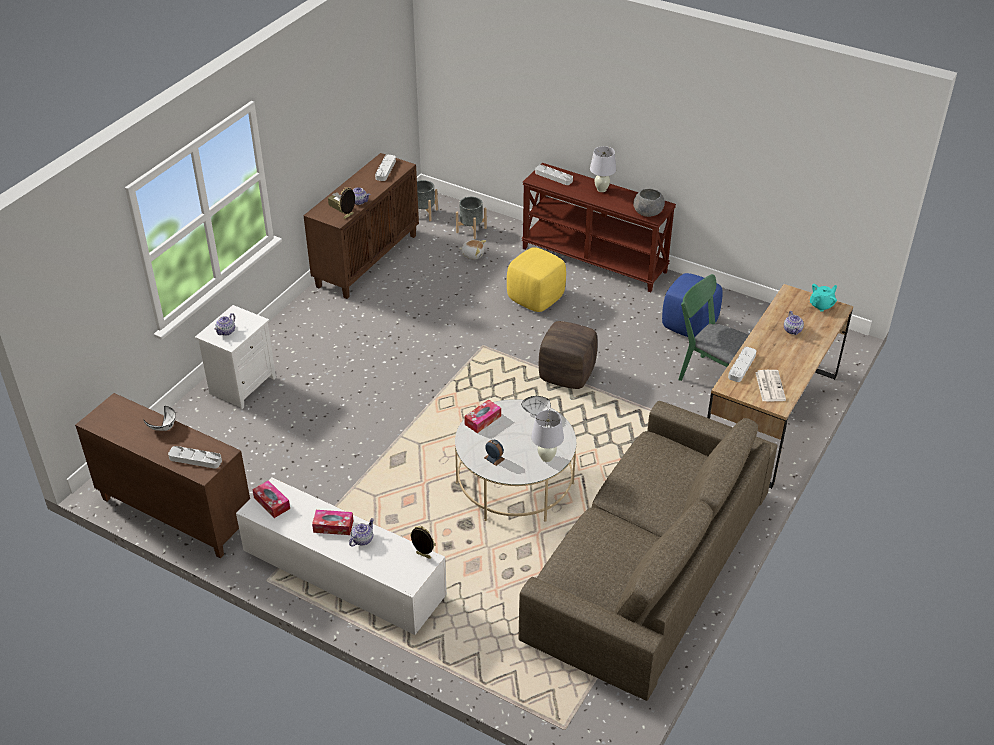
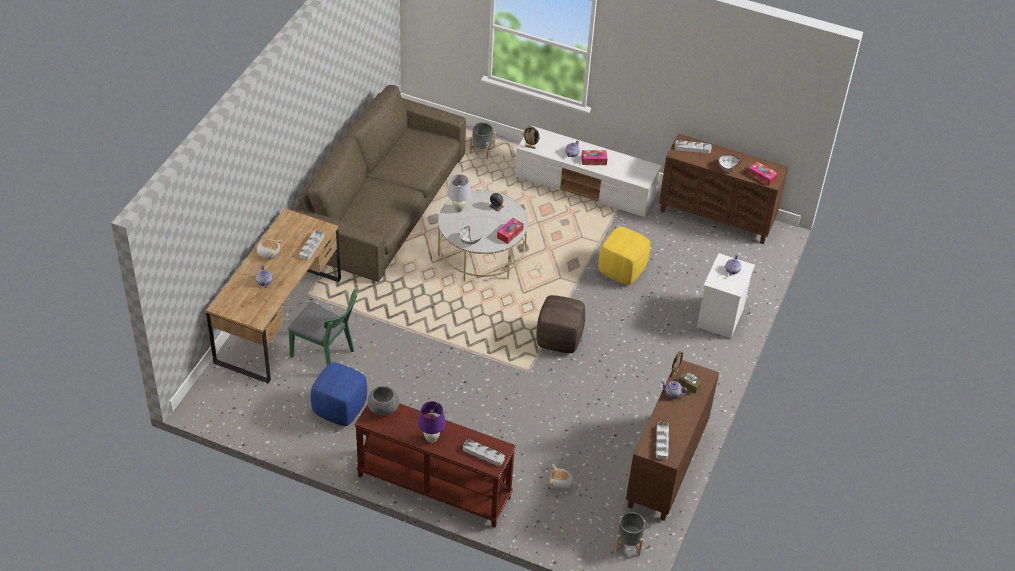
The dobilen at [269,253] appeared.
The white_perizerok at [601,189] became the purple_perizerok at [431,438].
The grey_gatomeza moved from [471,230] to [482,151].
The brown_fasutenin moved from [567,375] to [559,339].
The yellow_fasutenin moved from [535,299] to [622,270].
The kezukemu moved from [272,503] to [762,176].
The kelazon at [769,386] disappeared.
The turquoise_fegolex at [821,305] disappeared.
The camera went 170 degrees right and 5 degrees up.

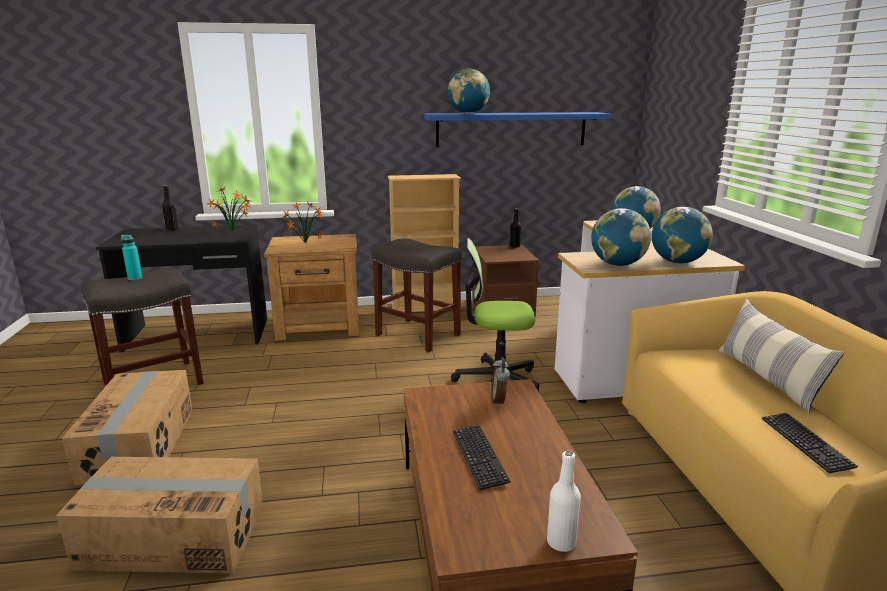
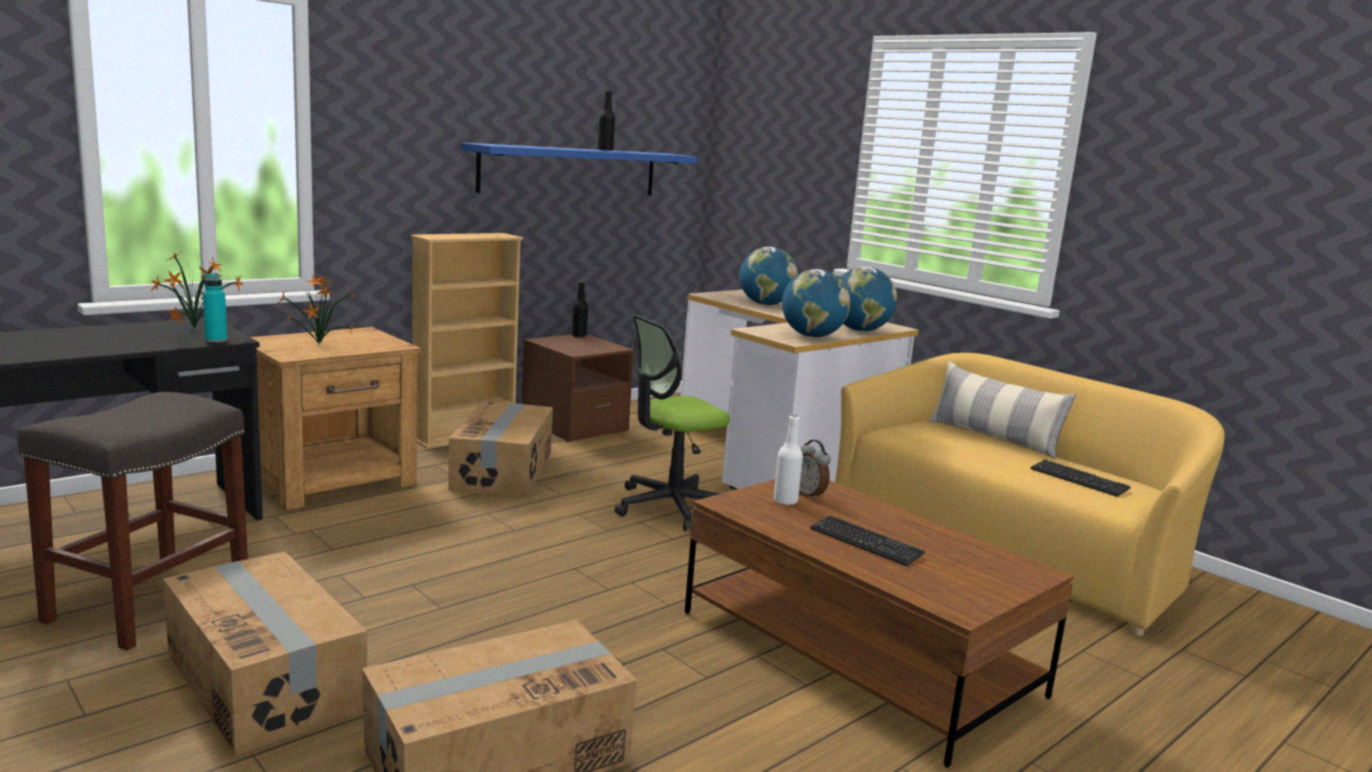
The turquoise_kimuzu moved from [135,278] to [216,340].
The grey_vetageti at [419,335] was replaced by the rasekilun at [503,471].
The black_kimuzu moved from [172,229] to [605,150].
The white_kimuzu moved from [561,542] to [785,501].
The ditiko at [468,113] disappeared.
The camera went 35 degrees left and 5 degrees down.

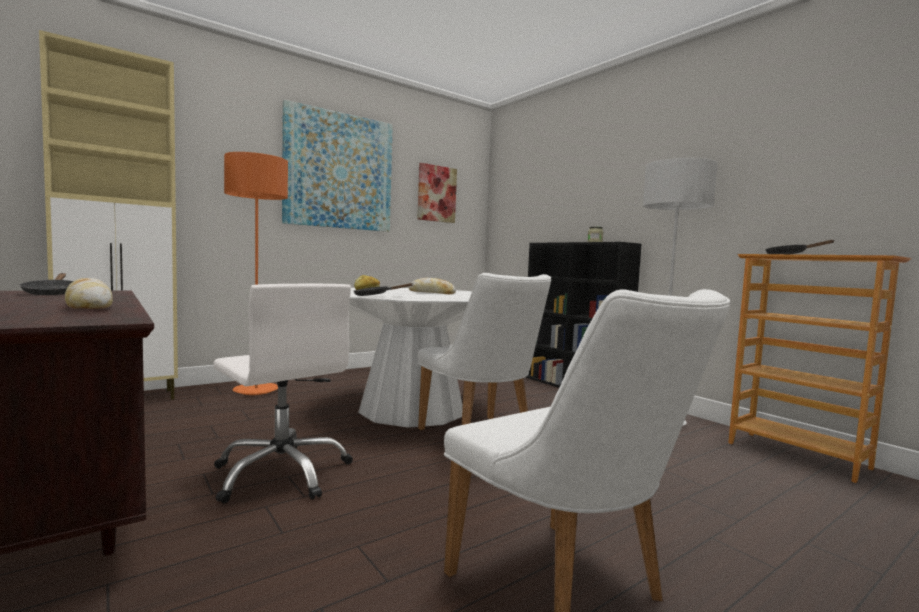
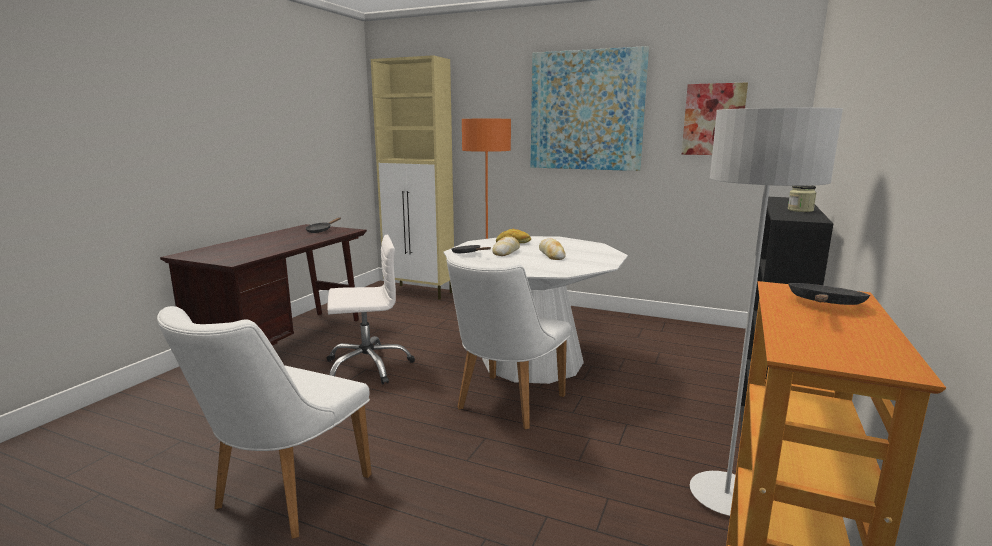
The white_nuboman at [282,473] turned 120 degrees counterclockwise.
The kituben moved from [89,306] to [506,252].
The camera went 60 degrees right and 10 degrees up.

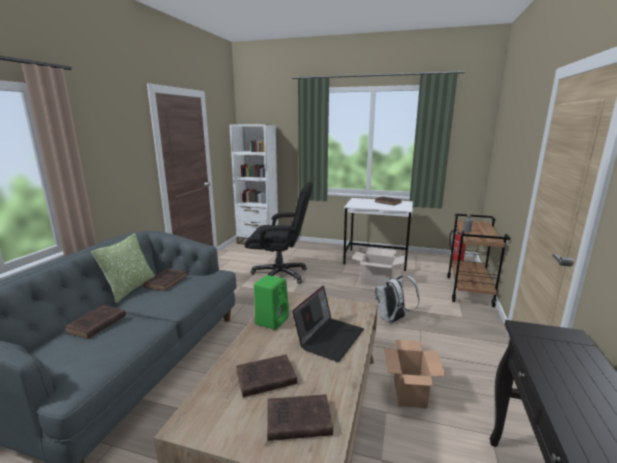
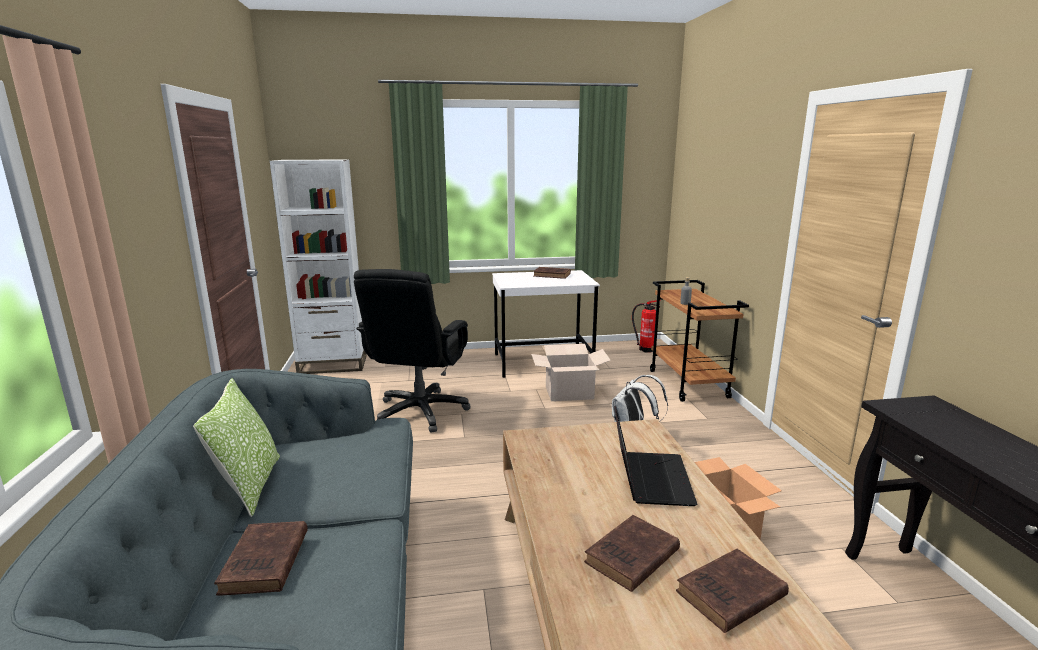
The black_nuboman at [280,275] turned 120 degrees clockwise.
The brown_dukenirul at [167,281] disappeared.
The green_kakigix at [272,320] disappeared.
The camera went 25 degrees left and 0 degrees up.

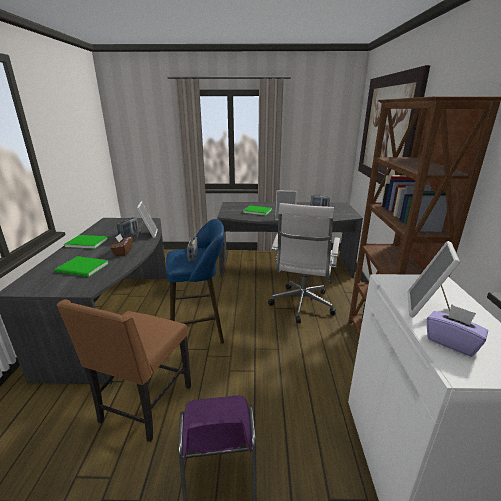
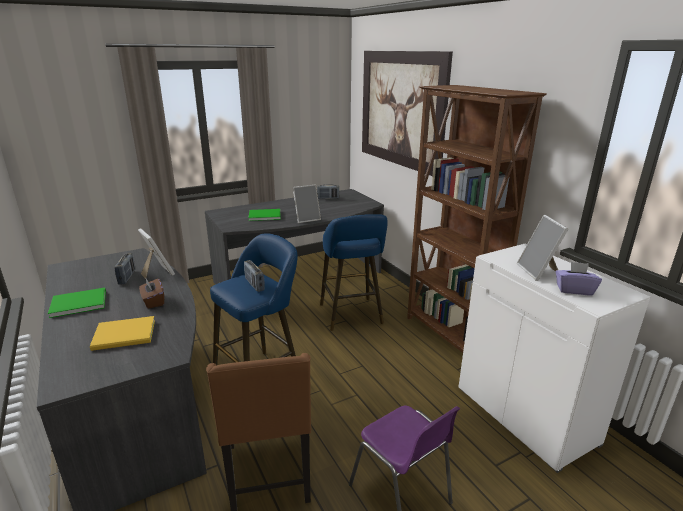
The green_dukenirul at [83,268] became the yellow_dukenirul at [126,335].
The white_nuboman at [301,306] was replaced by the blue_vetageti at [352,316].
The camera went 30 degrees left and 0 degrees up.

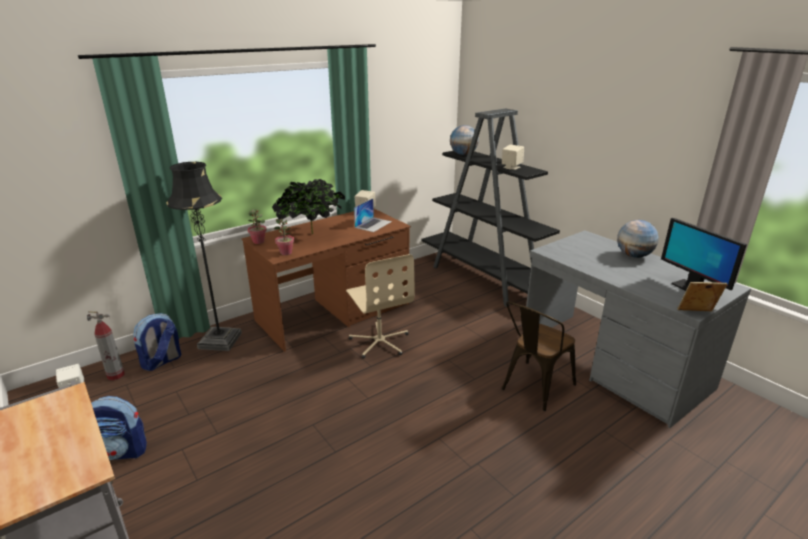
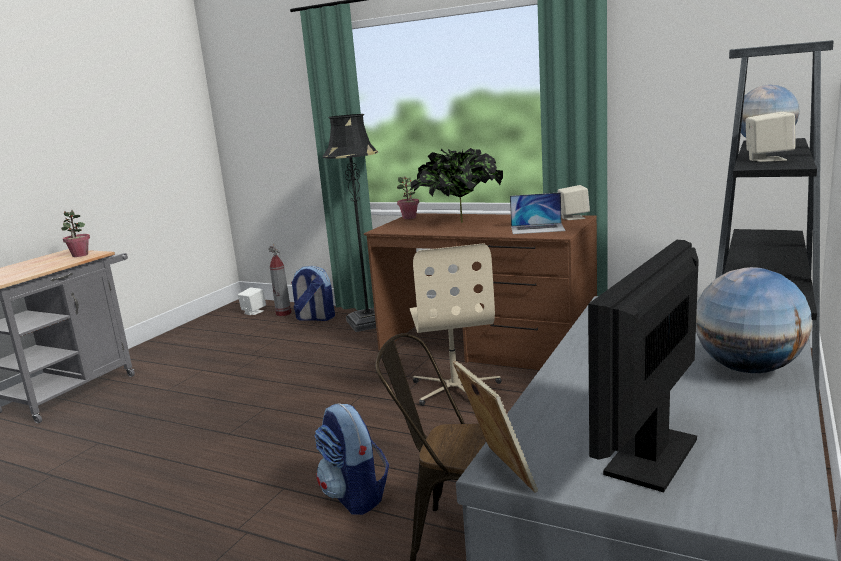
The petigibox moved from [286,253] to [80,255].
The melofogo moved from [122,451] to [355,496].
The beige_nuboman at [380,341] turned 45 degrees counterclockwise.
The camera went 65 degrees right and 10 degrees down.

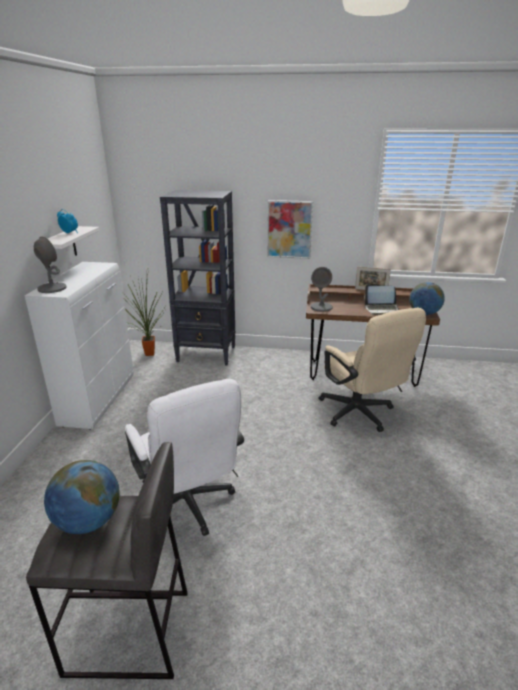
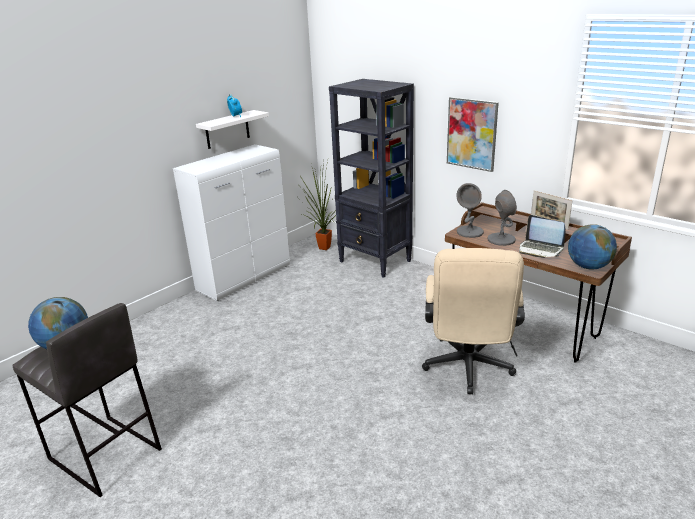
The grey_perizerok moved from [52,288] to [501,239].
The white_nuboman at [189,506] disappeared.
The camera went 35 degrees right and 0 degrees up.

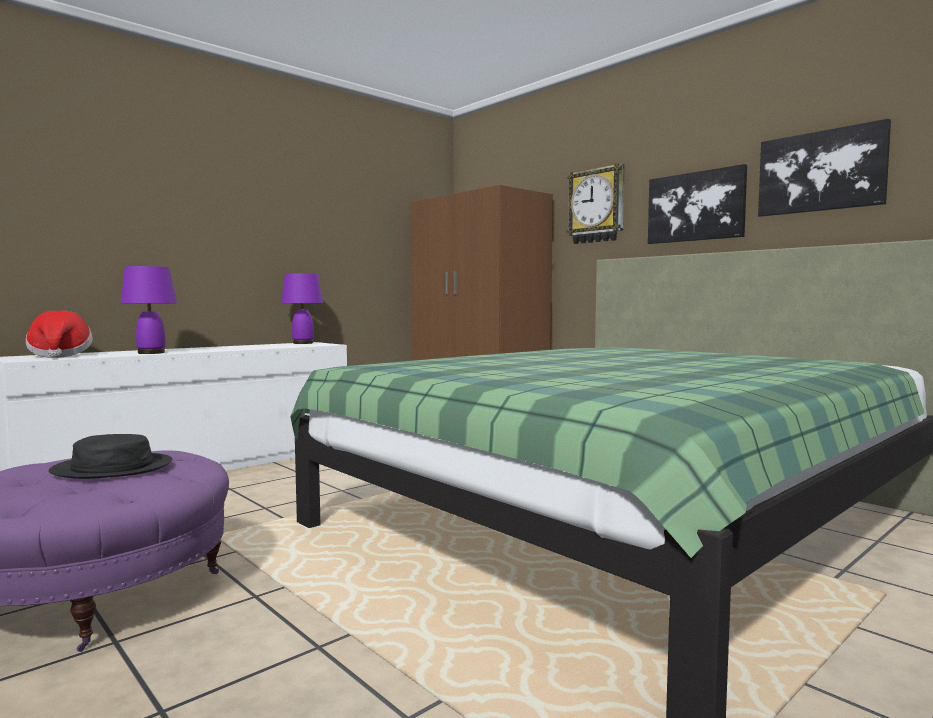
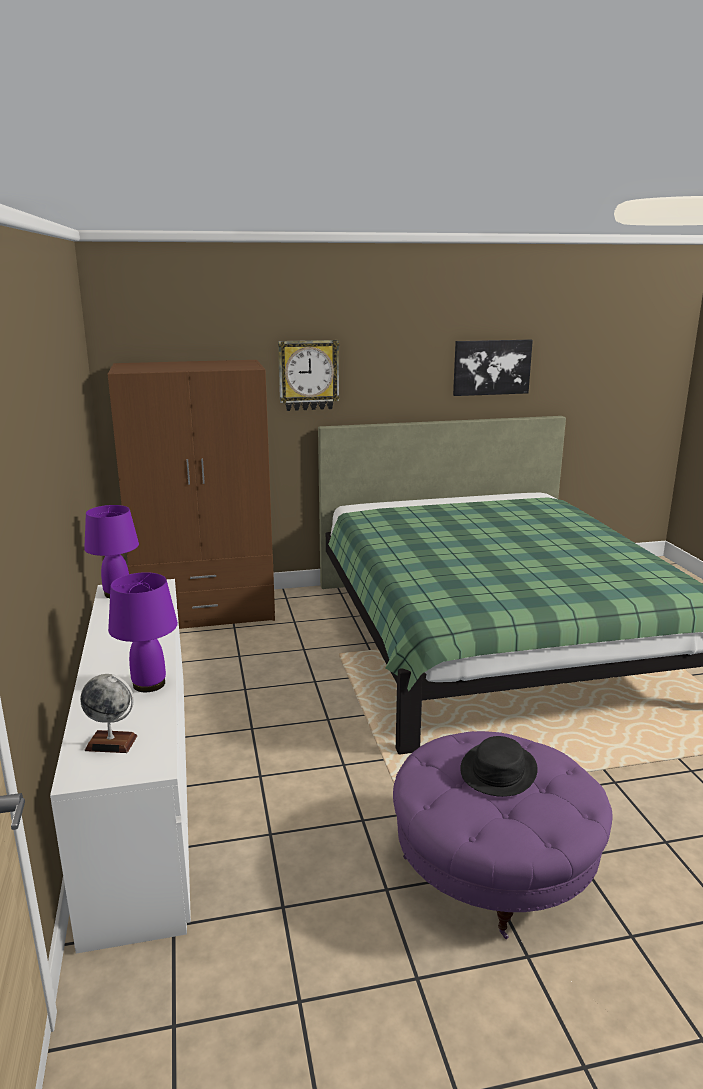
The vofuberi at [60,355] was replaced by the ditiko at [111,743].
The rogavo at [696,207] disappeared.
The camera went 60 degrees left and 15 degrees up.

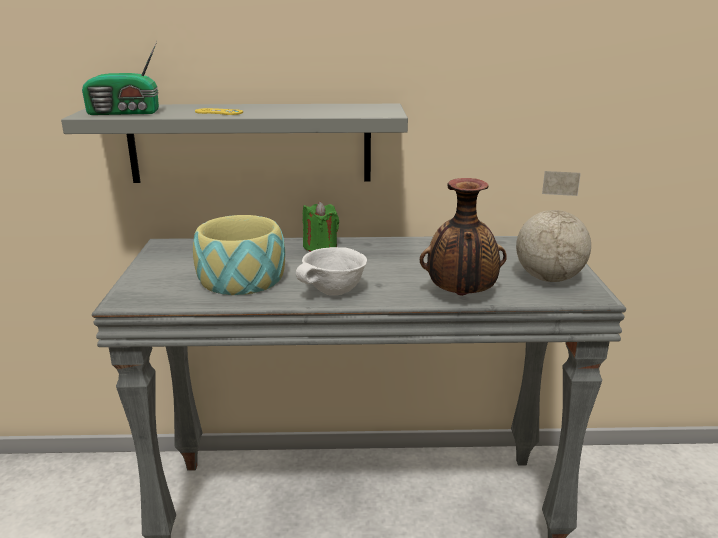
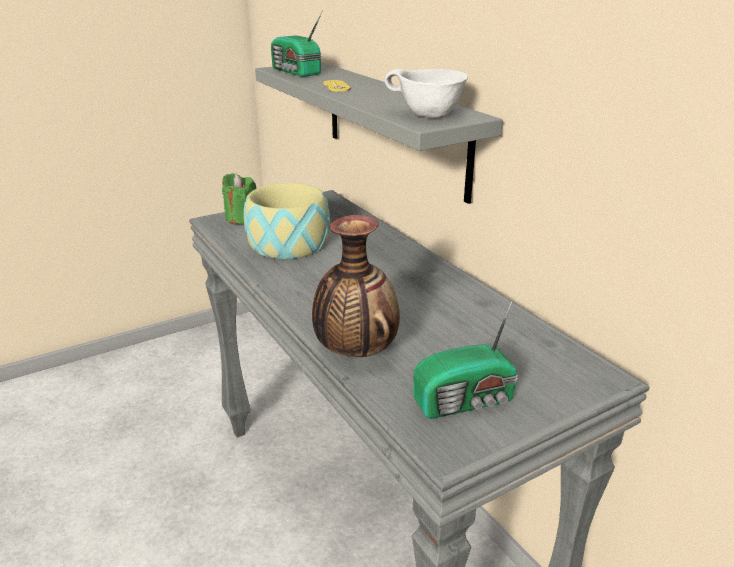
The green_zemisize moved from [320,247] to [241,218].
The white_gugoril moved from [333,292] to [428,115].
The ditiko at [548,278] was replaced by the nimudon at [467,401].
The camera went 60 degrees right and 5 degrees up.

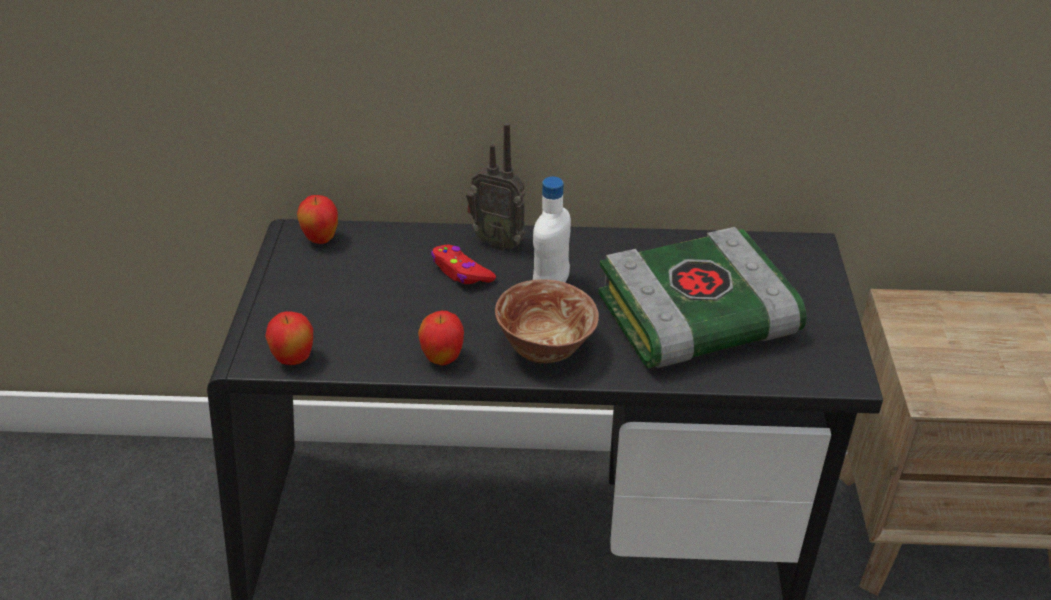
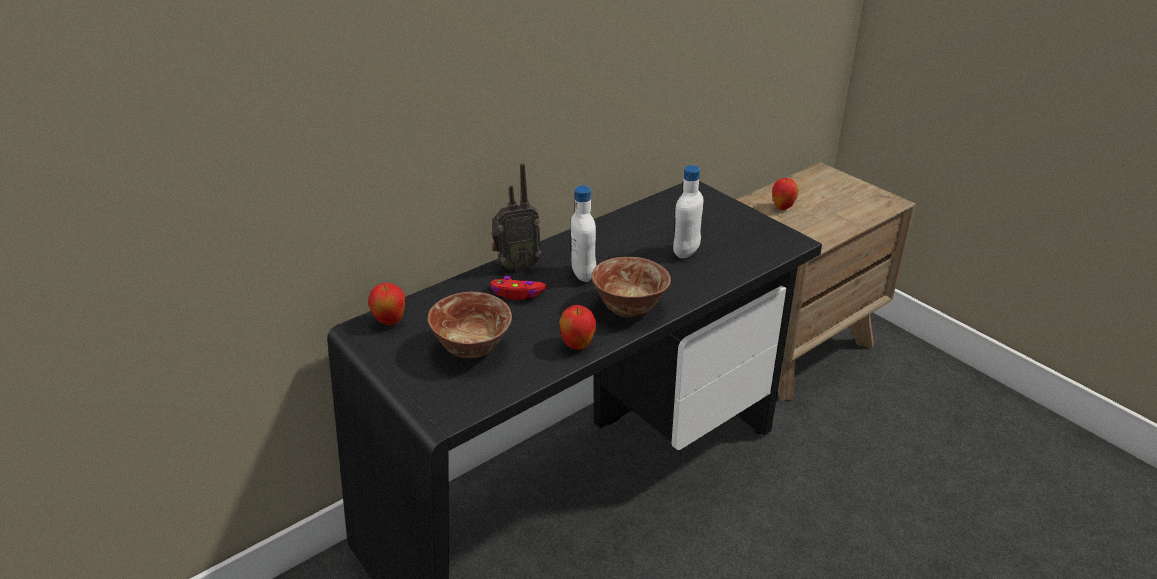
The gugoril at [472,348] appeared.
The dukenirul at [694,319] was replaced by the white_kimuzu at [686,252].
The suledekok moved from [294,360] to [782,207].
The camera went 40 degrees left and 5 degrees down.

